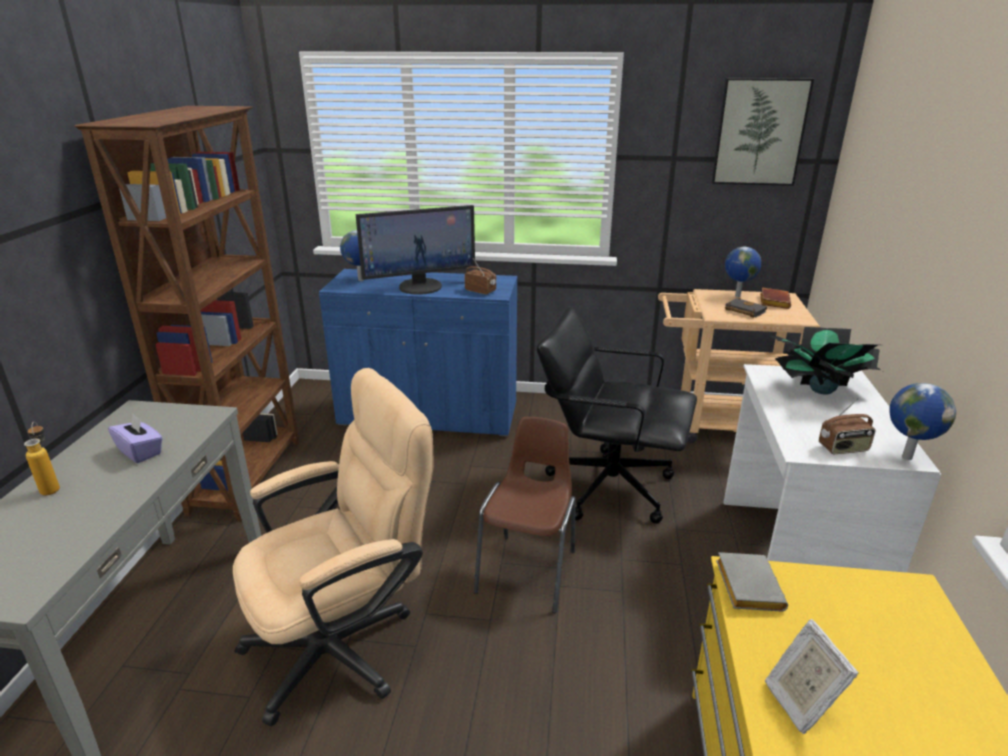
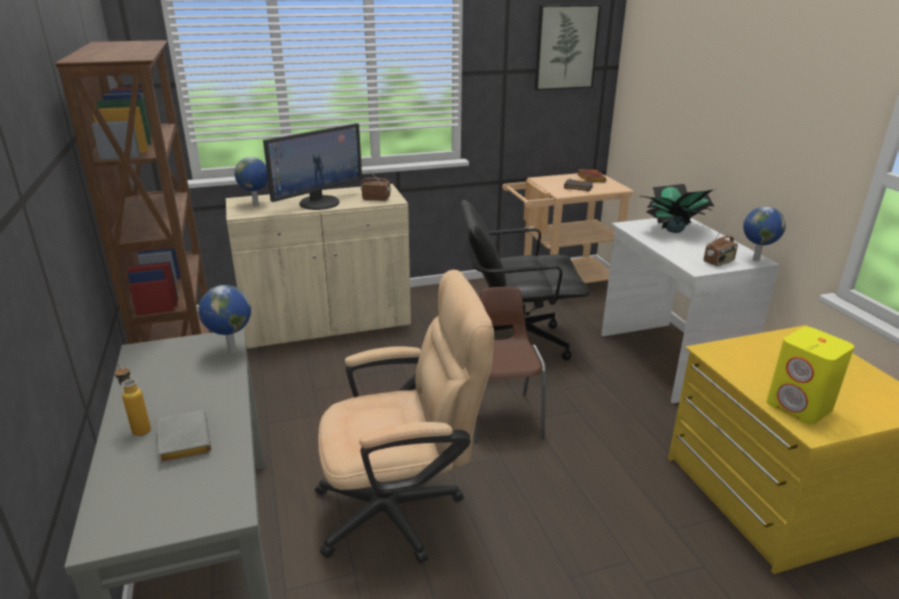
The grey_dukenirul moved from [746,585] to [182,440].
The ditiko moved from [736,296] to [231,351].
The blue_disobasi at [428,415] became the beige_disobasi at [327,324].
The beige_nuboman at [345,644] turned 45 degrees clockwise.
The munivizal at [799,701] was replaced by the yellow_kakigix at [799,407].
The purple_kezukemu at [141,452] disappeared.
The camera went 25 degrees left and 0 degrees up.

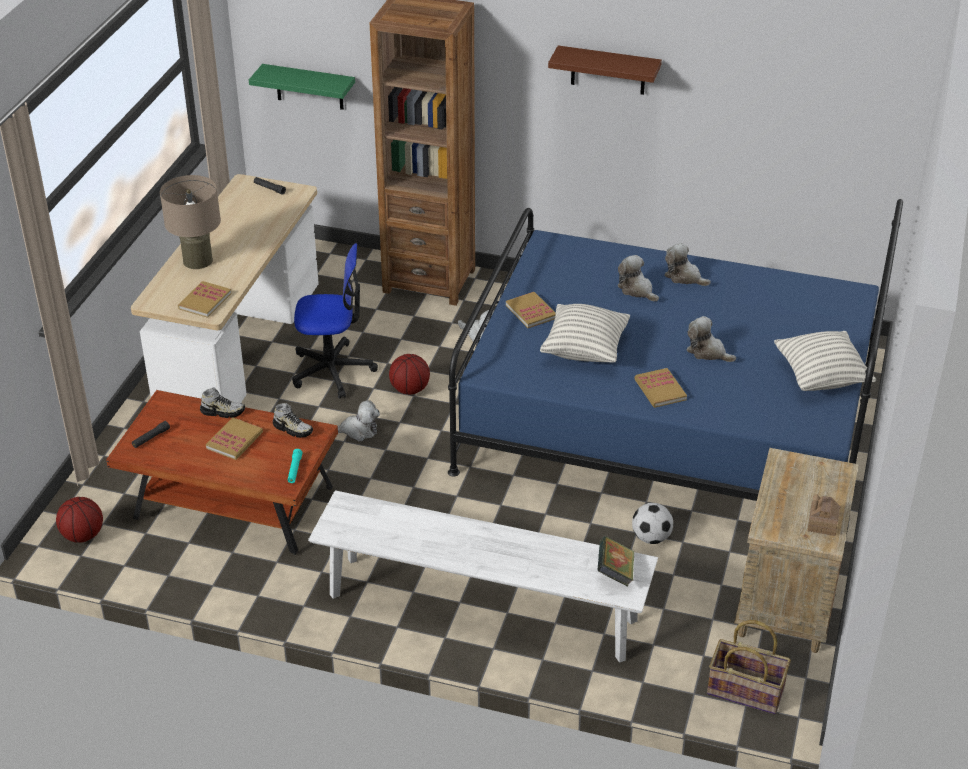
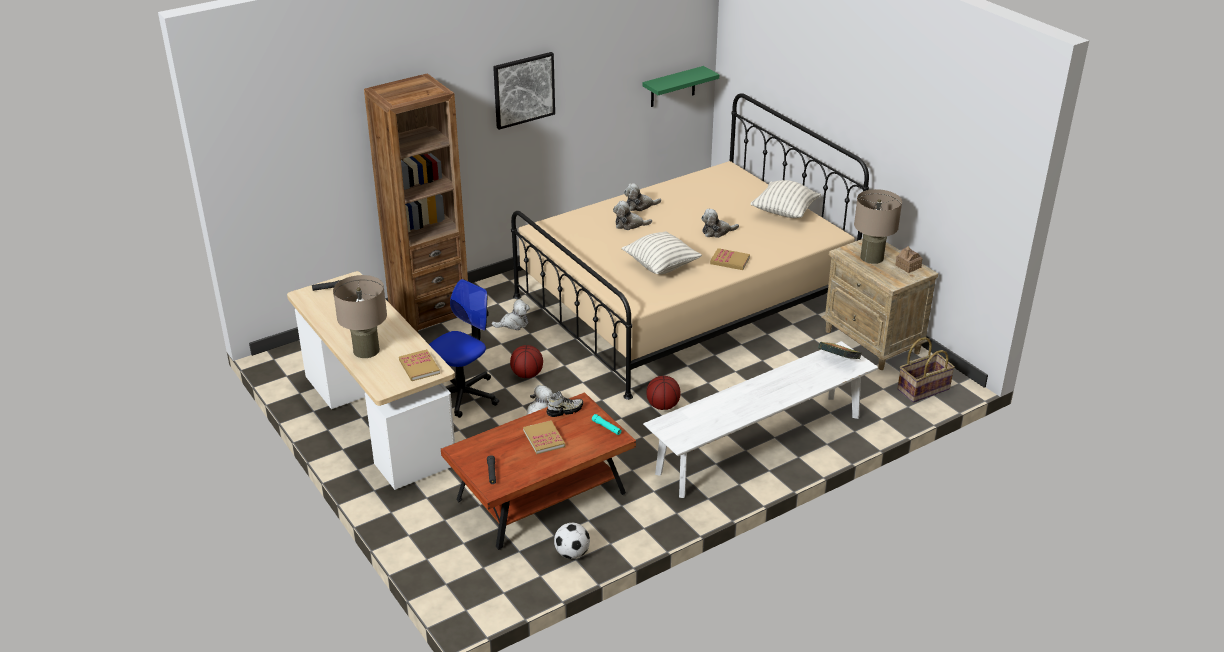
The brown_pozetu at [608,70] was replaced by the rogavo at [523,90].
The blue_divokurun at [668,419] became the beige_divokurun at [682,302].
The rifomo moved from [651,538] to [572,553].
The green_pozetu moved from [309,87] to [673,87].
The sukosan moved from [82,535] to [662,406].
The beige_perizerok at [872,257] appeared.
The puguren at [223,412] disappeared.
The dukenirul at [531,312] disappeared.
The camera went 50 degrees left and 5 degrees down.

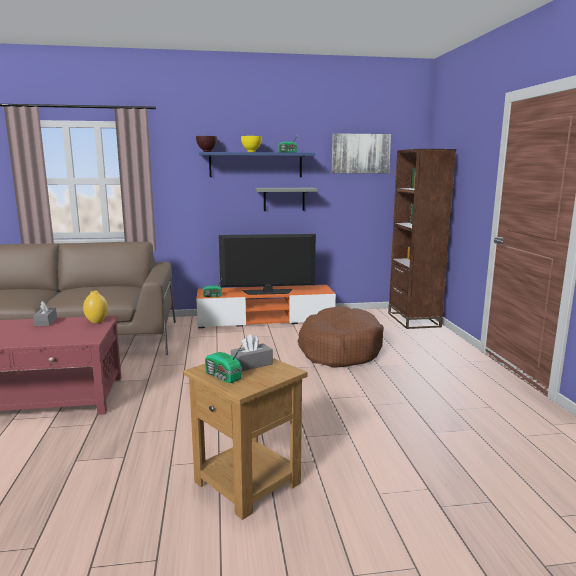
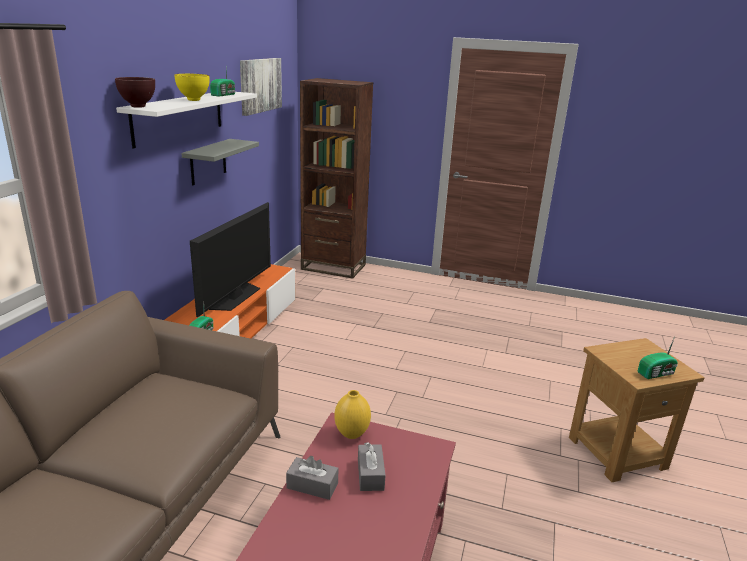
The blue_pozetu at [256,165] became the white_pozetu at [179,117].
The grey_kezukemu moved from [252,364] to [370,474].
The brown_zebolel at [339,349] disappeared.
The camera went 65 degrees left and 10 degrees up.

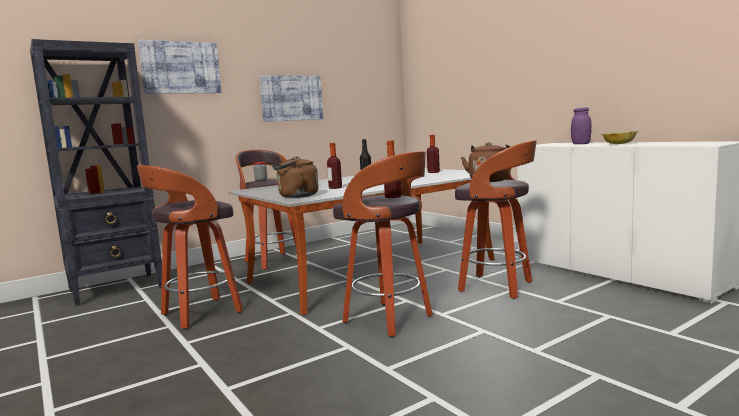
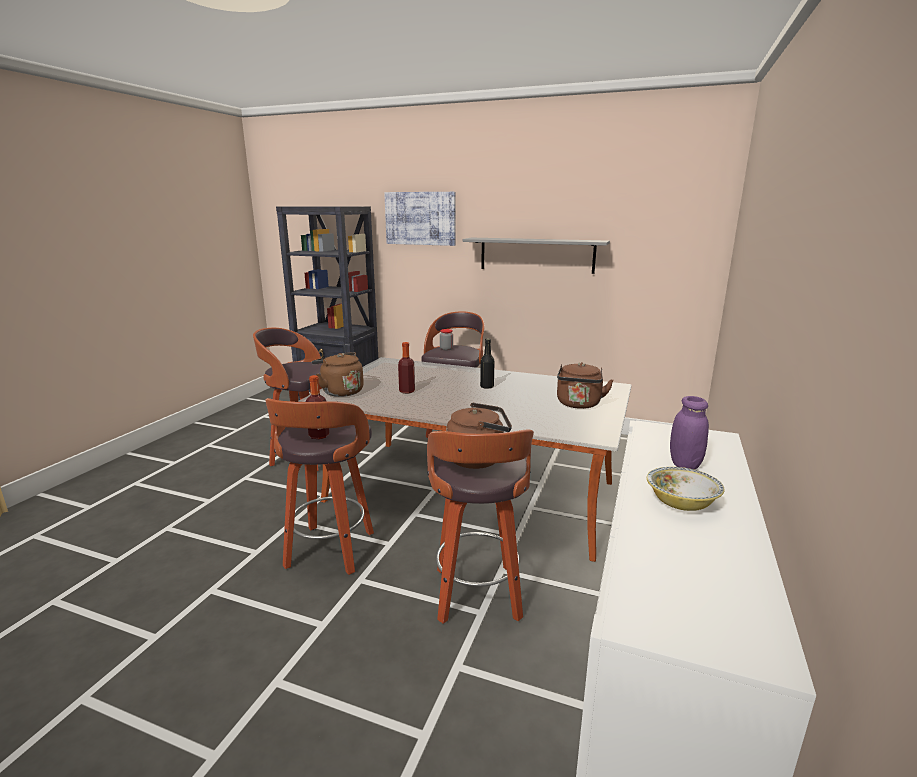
The rogavo at [291,98] was replaced by the grey_pozetu at [536,255].
The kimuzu at [433,172] was replaced by the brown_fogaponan at [579,404].
The camera went 55 degrees right and 10 degrees up.

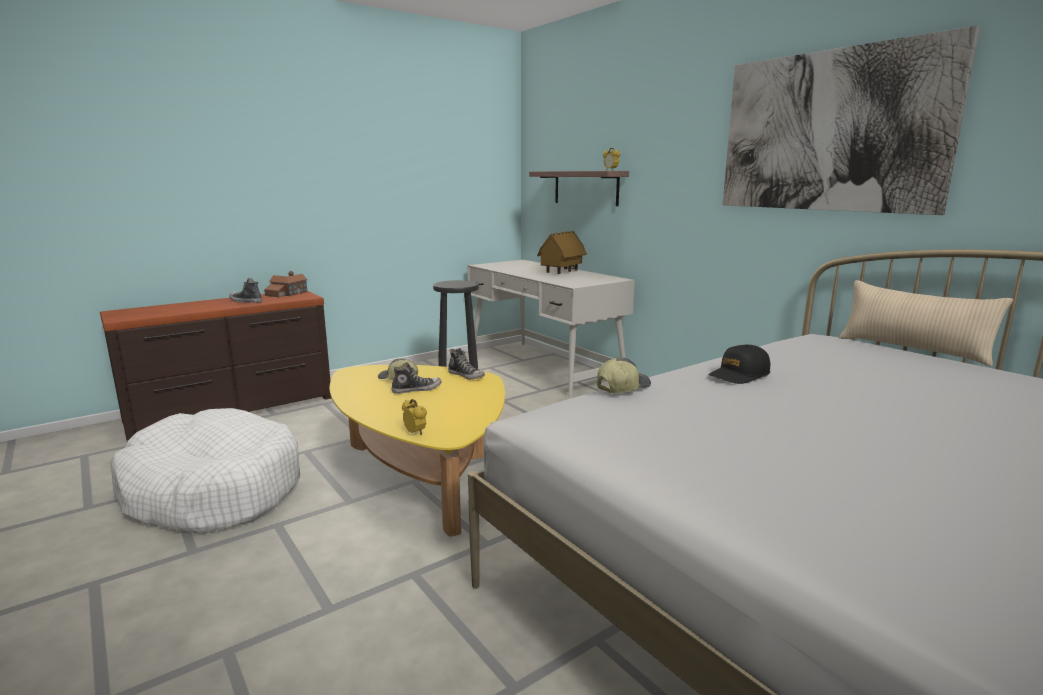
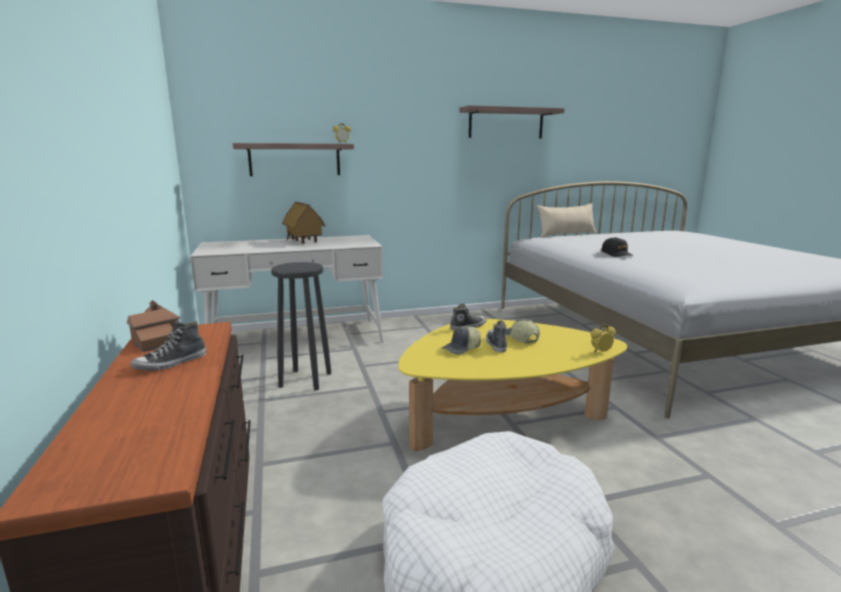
The rogavo at [830,132] was replaced by the pozetu at [506,123].
The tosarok moved from [622,387] to [520,338].
The camera went 70 degrees left and 0 degrees up.

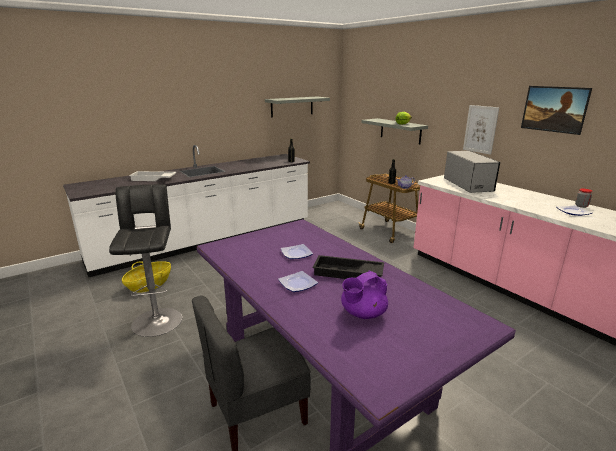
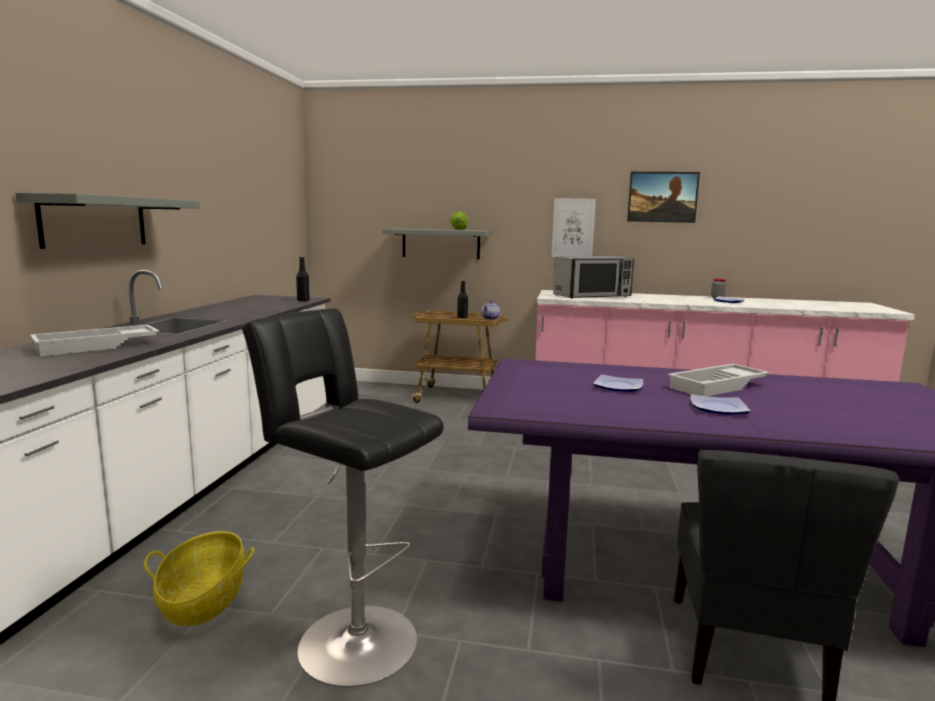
The grey_pozetu moved from [292,106] to [95,221].
The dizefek at [467,185] turned 120 degrees clockwise.
The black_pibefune at [347,273] became the white_pibefune at [718,387].
The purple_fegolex at [362,314] disappeared.
The camera went 45 degrees left and 10 degrees down.

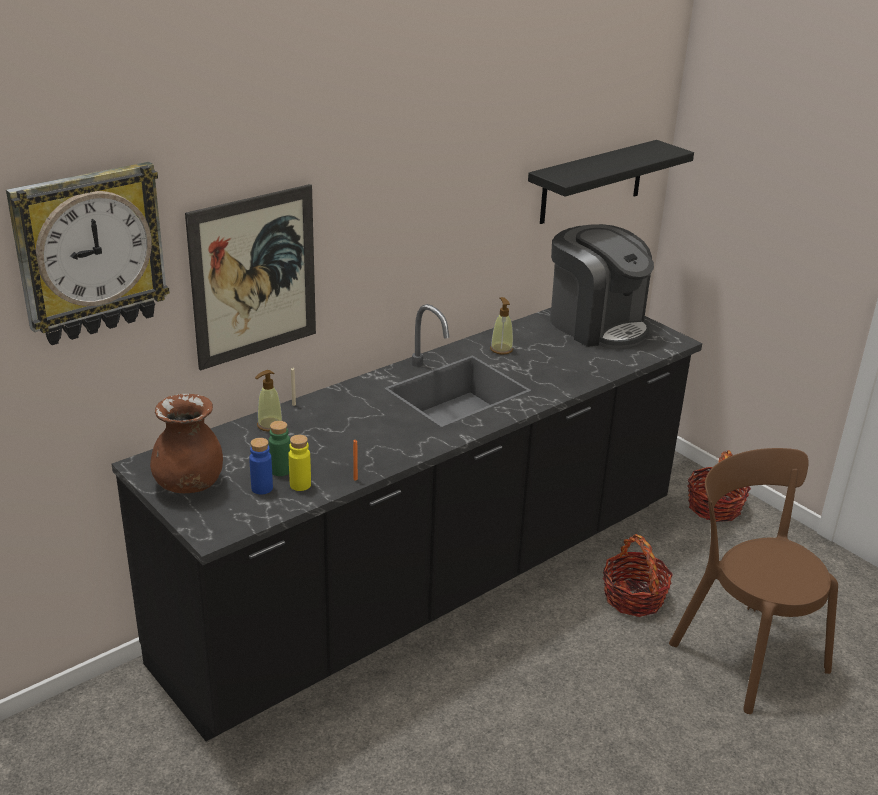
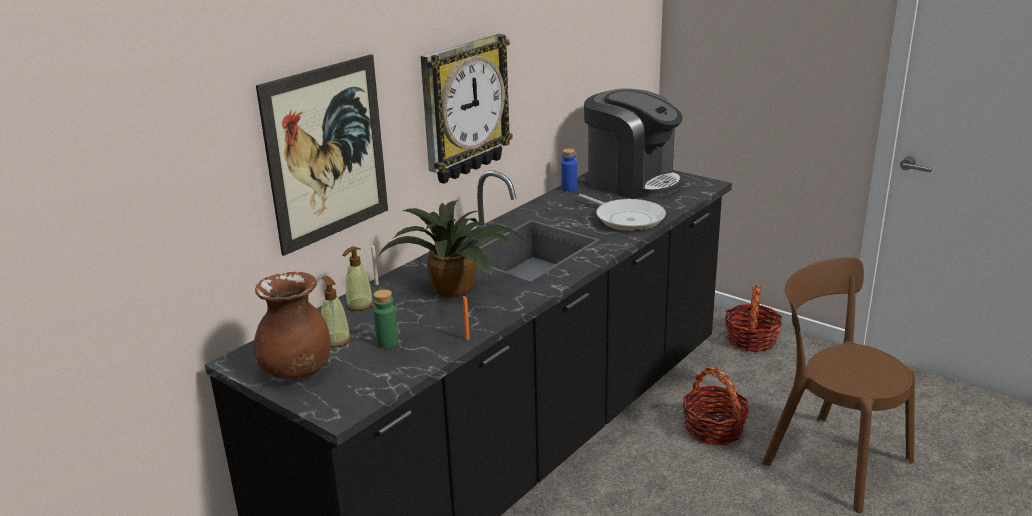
The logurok moved from [501,349] to [336,340].
The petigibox at [456,287] appeared.
The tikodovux moved from [89,253] to [463,108].
The blue_kimuzu moved from [262,488] to [569,188].
The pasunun at [627,219] appeared.
The yellow_kimuzu at [300,485] disappeared.
The black_pozetu at [592,182] disappeared.
The camera went 10 degrees left and 5 degrees down.

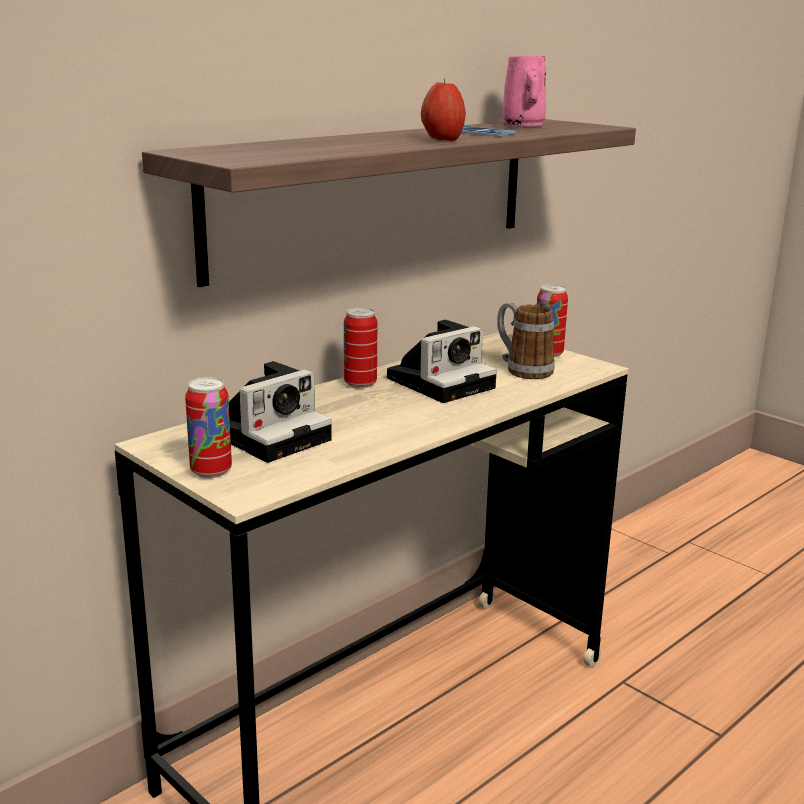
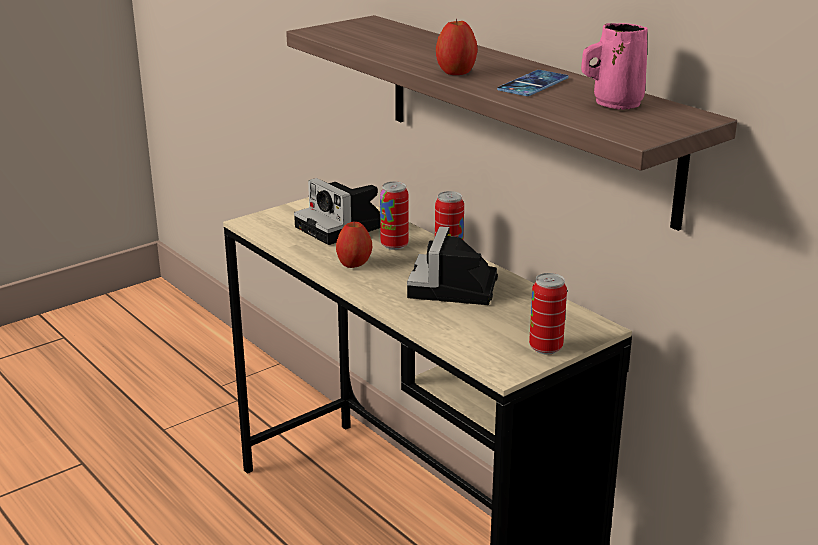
The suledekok at [354,264] appeared.
The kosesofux moved from [211,471] to [394,245].
The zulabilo at [442,382] turned 45 degrees clockwise.
The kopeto at [522,369] disappeared.
The camera went 95 degrees right and 5 degrees up.

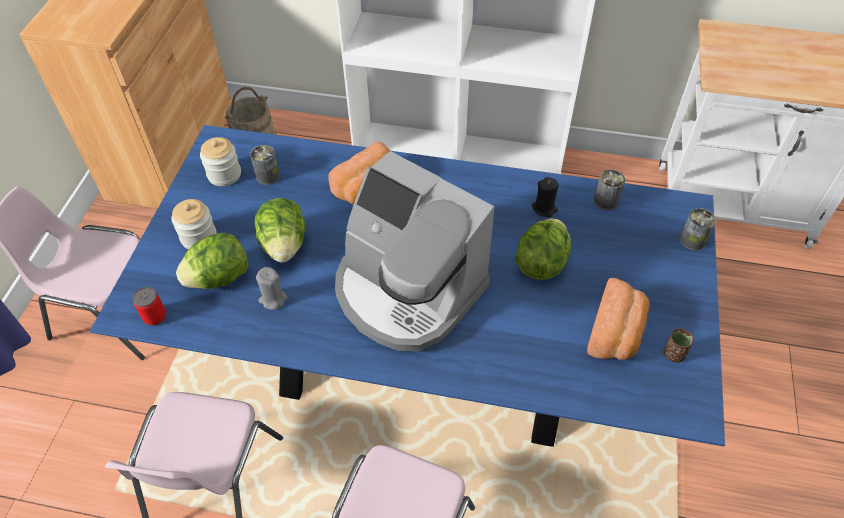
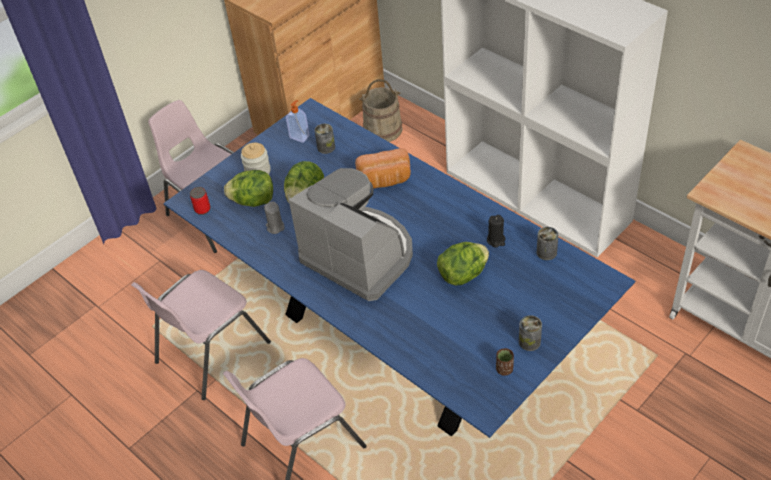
The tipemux at [224,174] was replaced by the logurok at [300,136].
The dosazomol at [407,291] turned 150 degrees clockwise.
The kosesofux moved from [692,240] to [529,342].
The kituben at [616,332] disappeared.
The camera went 35 degrees right and 5 degrees down.

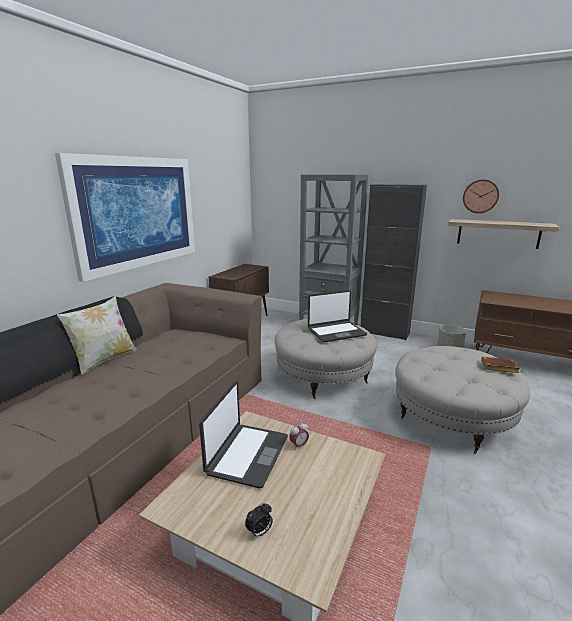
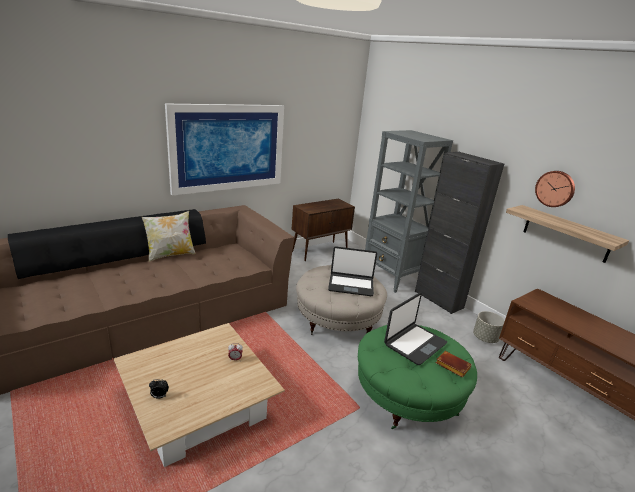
The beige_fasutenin at [452,418] became the green_fasutenin at [407,395].
The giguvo moved from [247,455] to [414,344].
The camera went 25 degrees right and 5 degrees up.

